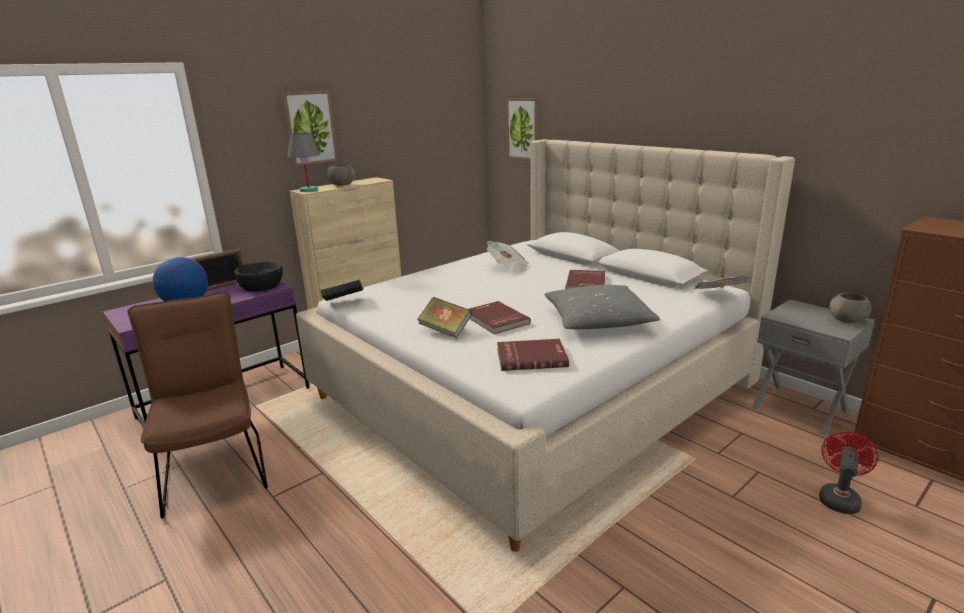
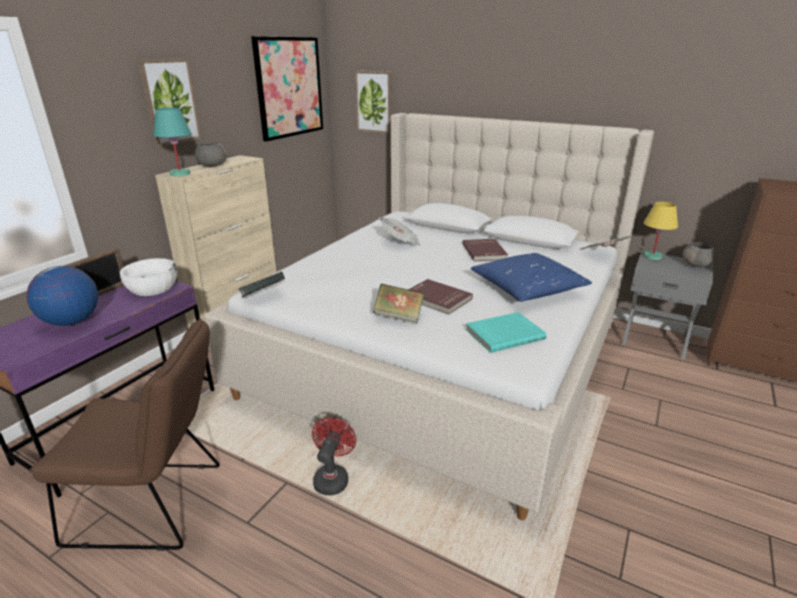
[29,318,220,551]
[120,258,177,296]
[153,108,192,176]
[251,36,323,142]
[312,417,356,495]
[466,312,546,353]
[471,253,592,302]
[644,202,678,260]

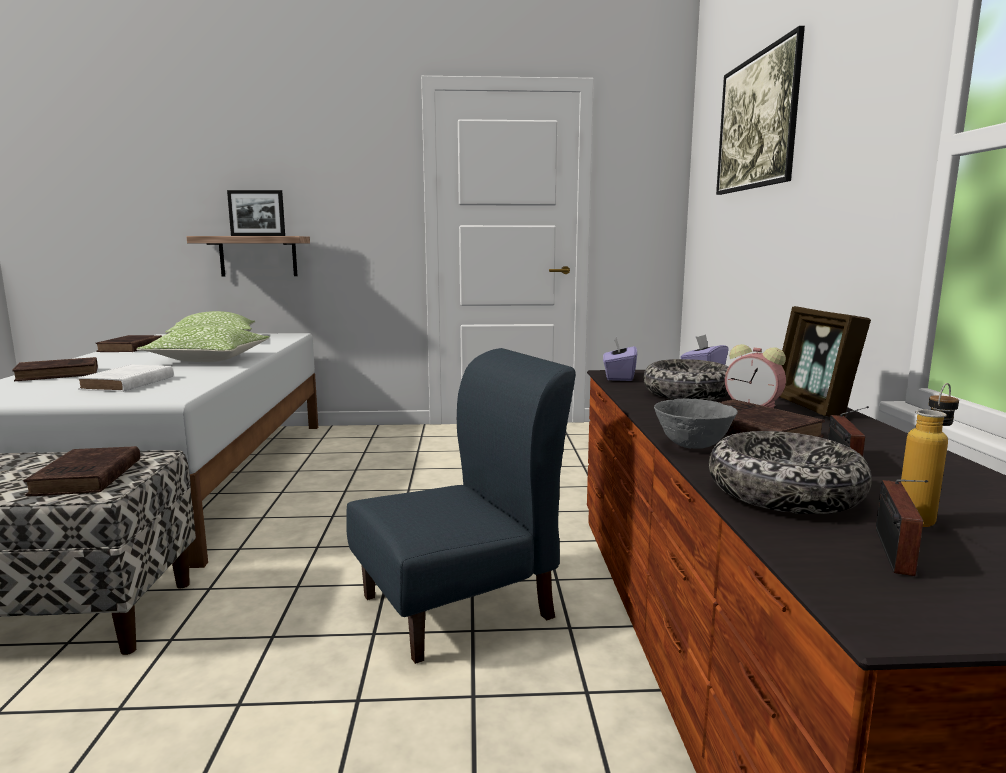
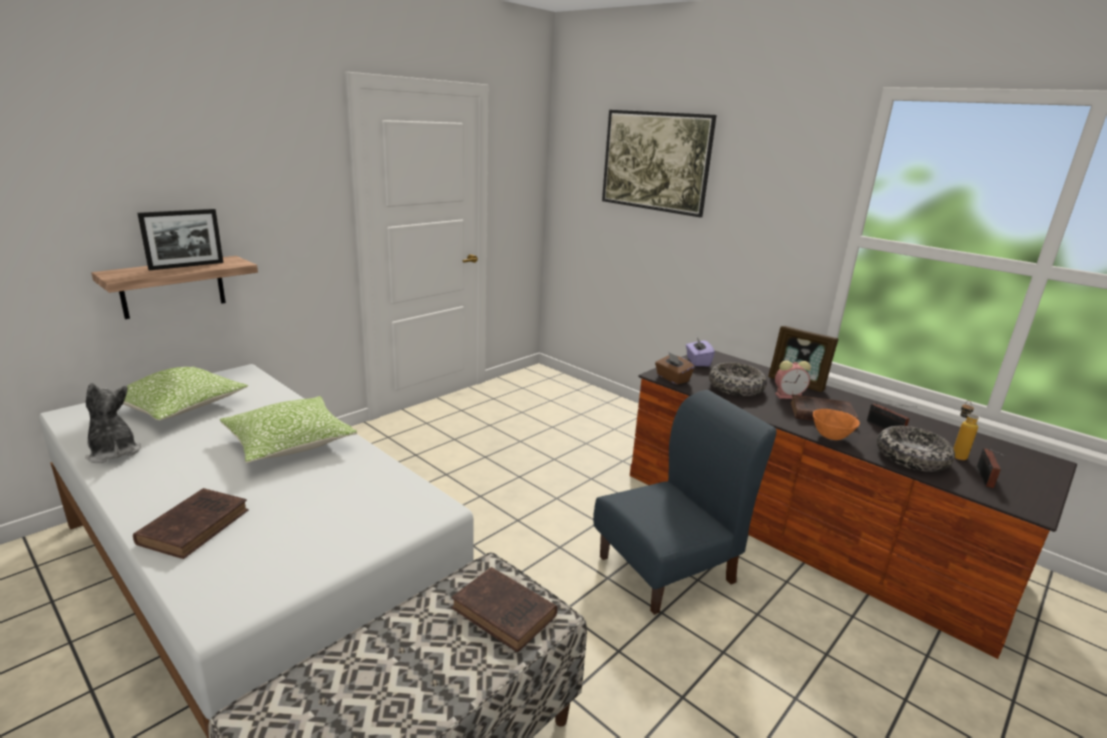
[85,383,141,463]
[593,390,776,615]
[655,352,695,385]
[813,409,860,440]
[977,448,1006,488]
[77,365,174,392] (first image)

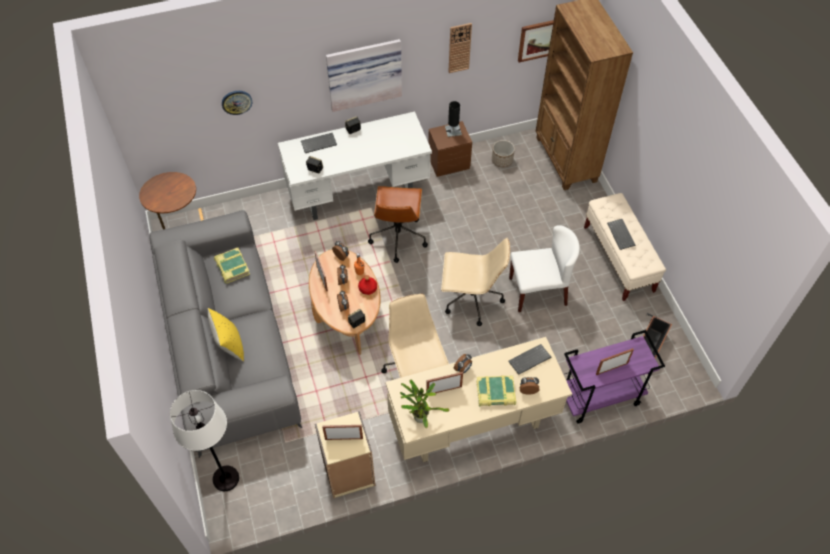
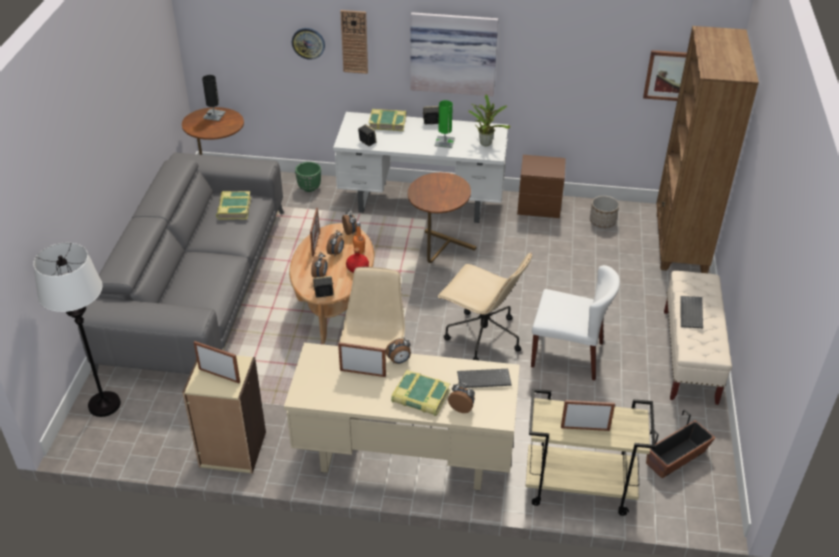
[202,75,226,121]
[295,162,321,192]
[340,10,368,74]
[369,109,406,131]
[408,172,476,263]
[434,100,455,148]
[468,94,510,146]
[526,389,655,516]
[208,308,244,361] (first image)

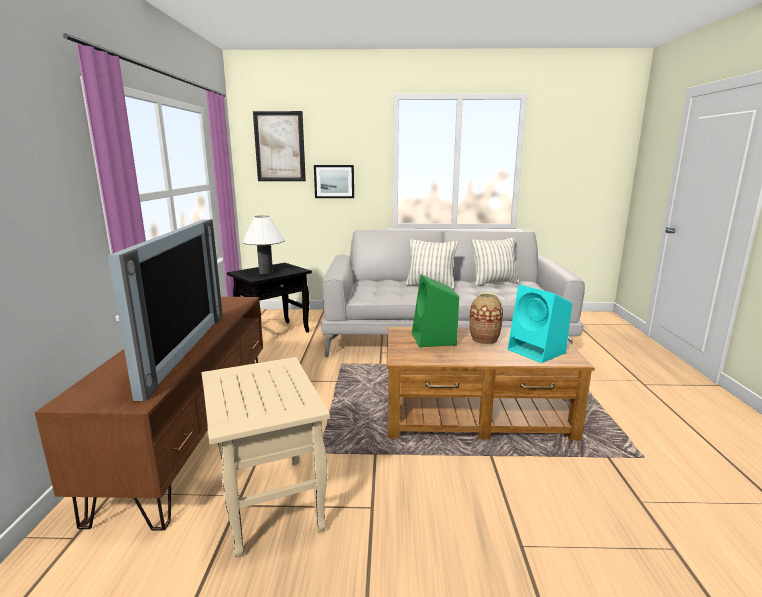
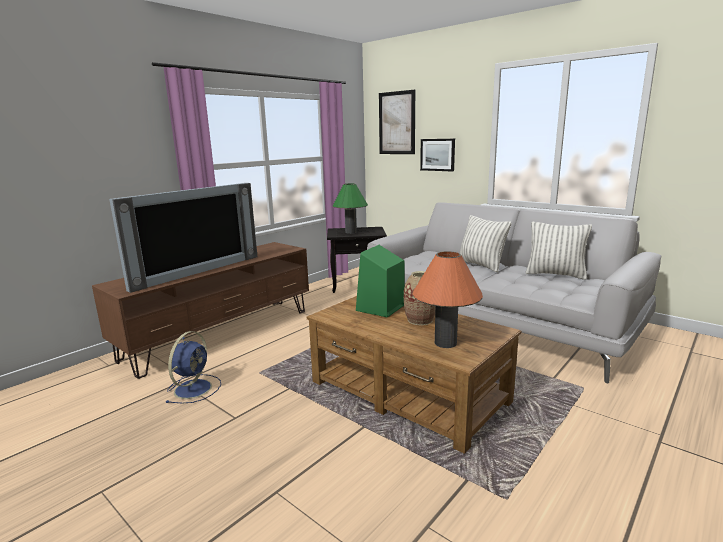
[166,331,221,403]
[333,183,368,234]
[413,251,483,348]

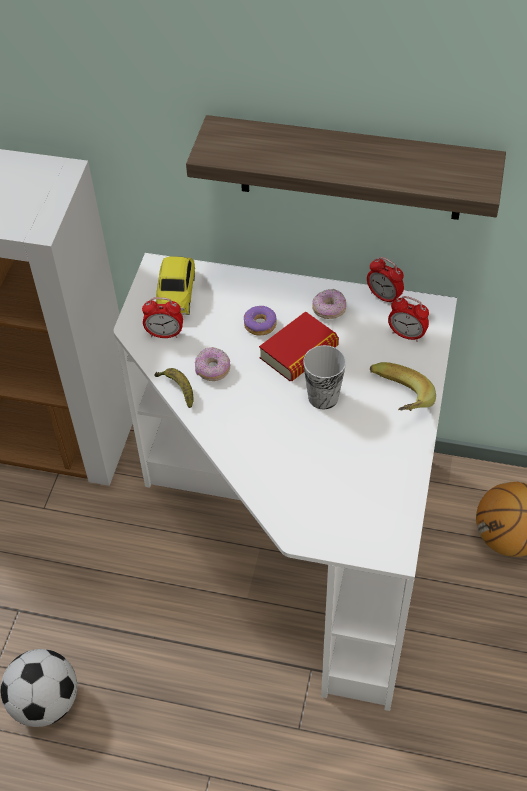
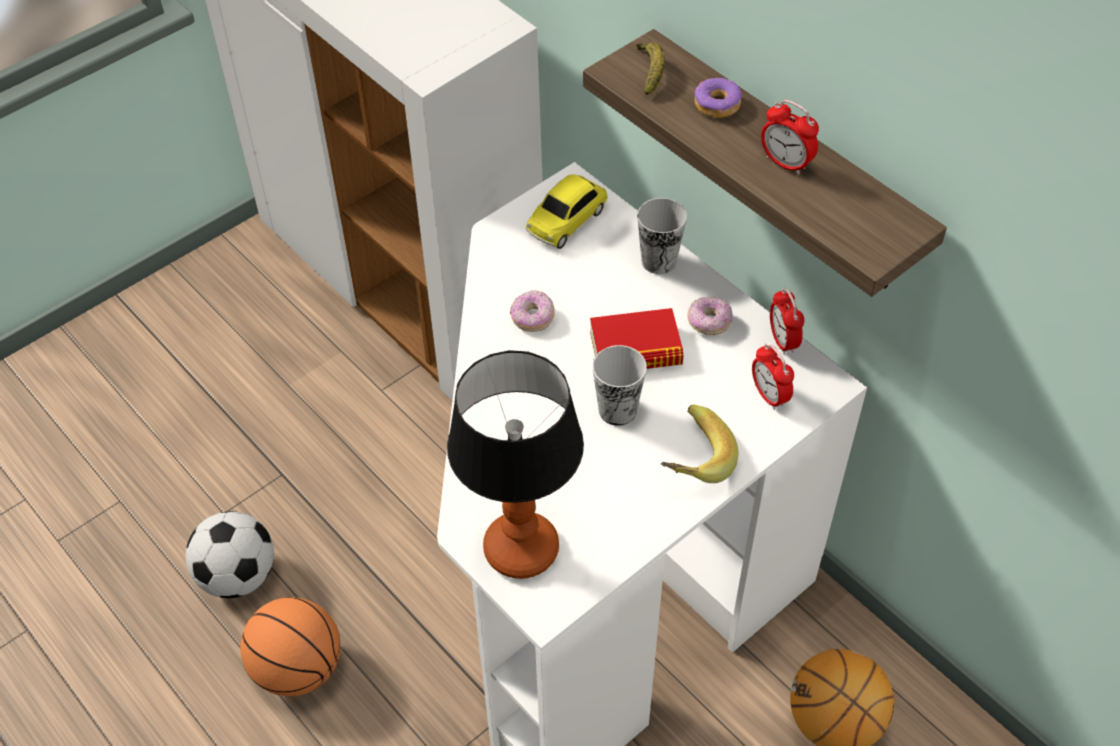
[240,597,341,696]
[447,350,584,579]
[636,42,665,95]
[637,198,687,274]
[695,78,742,118]
[761,100,819,175]

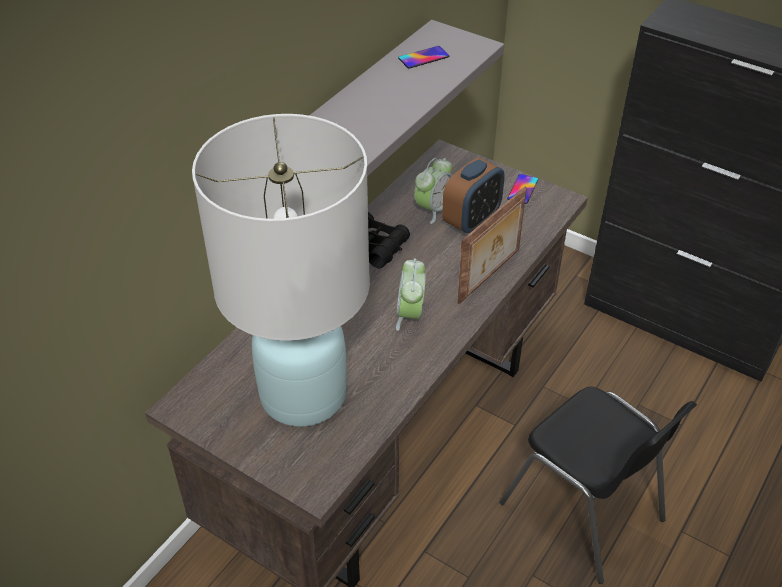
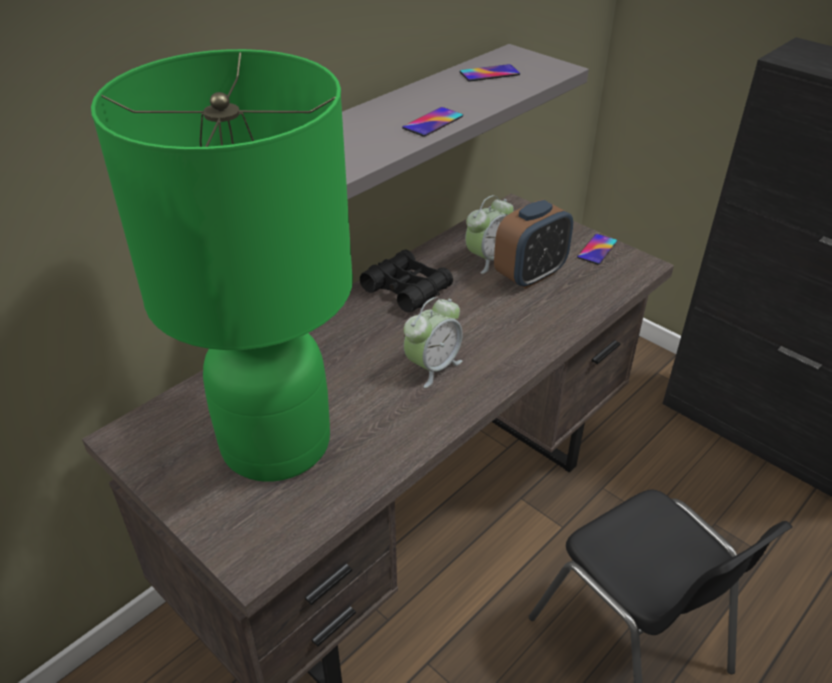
[91,49,353,482]
[402,107,463,137]
[404,297,463,388]
[457,187,527,304] (first image)

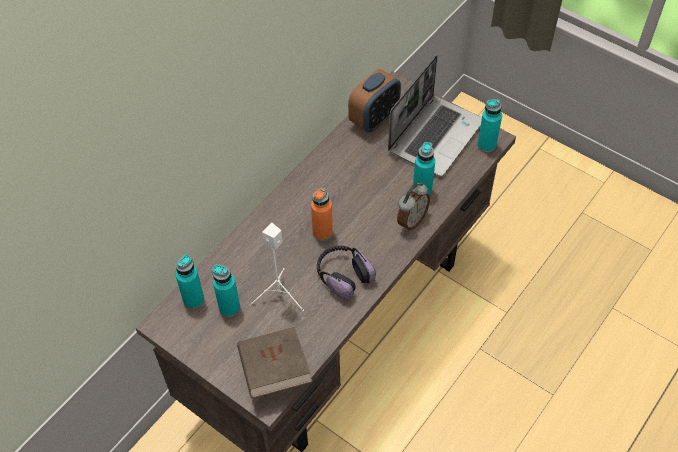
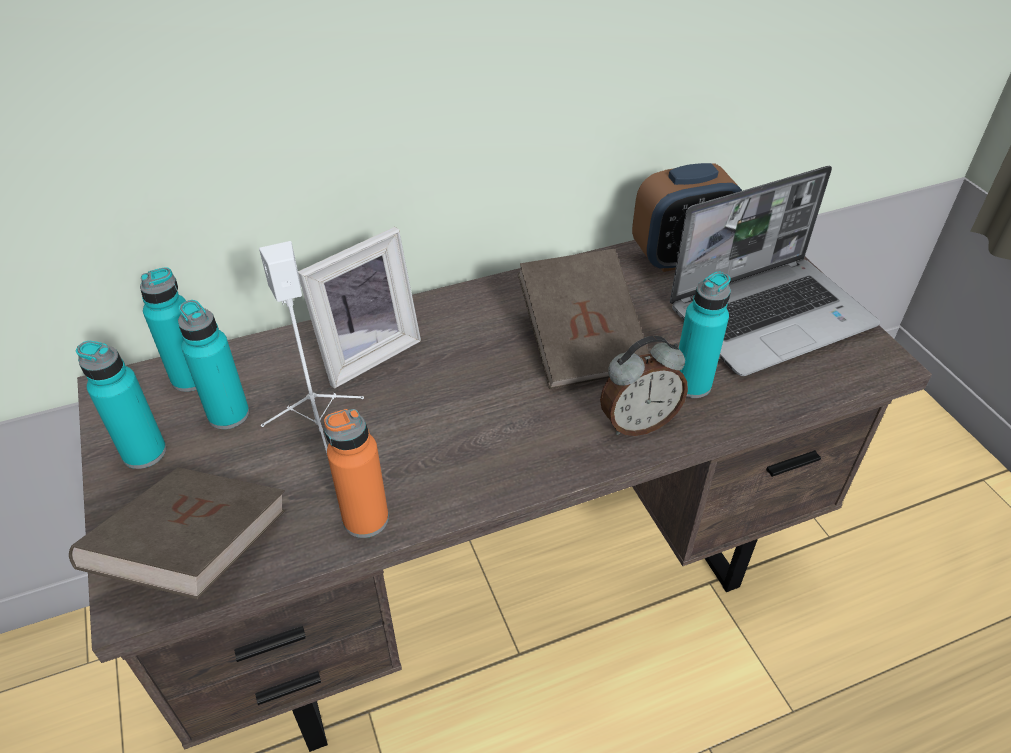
[76,341,166,469]
[298,227,421,388]
[324,409,389,538]
[517,249,649,389]
[317,246,376,301] (first image)

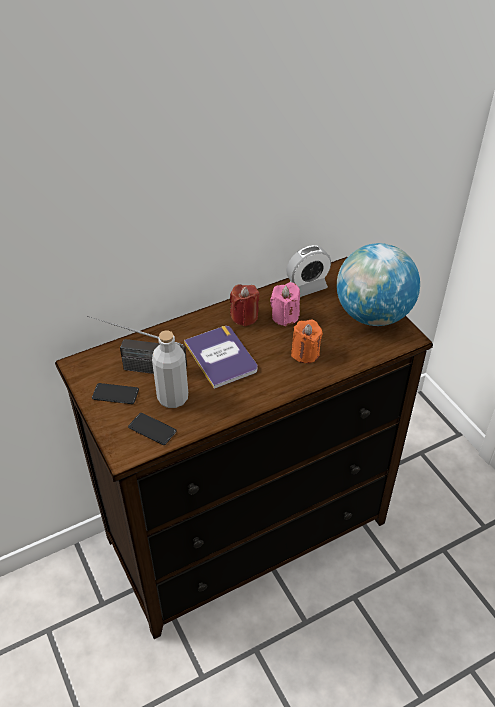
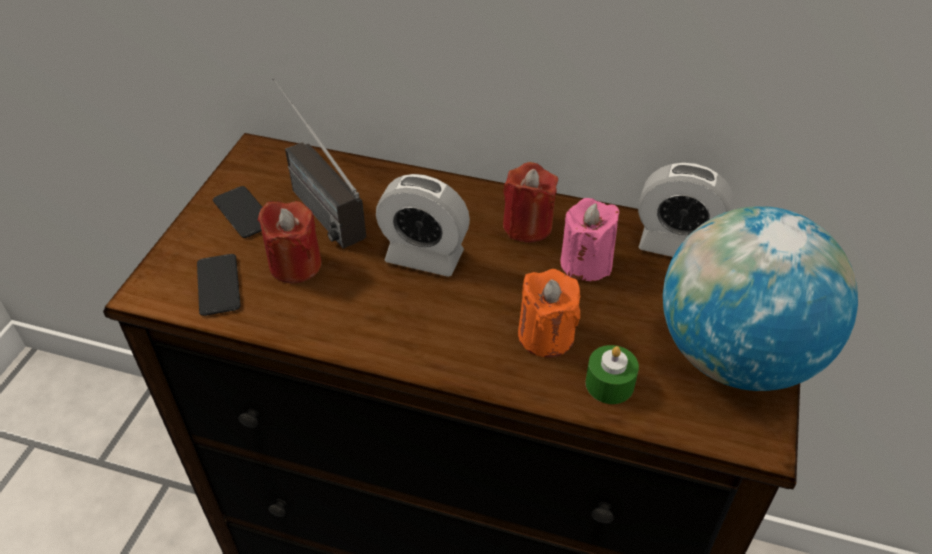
[258,201,322,284]
[376,174,470,277]
[585,345,639,404]

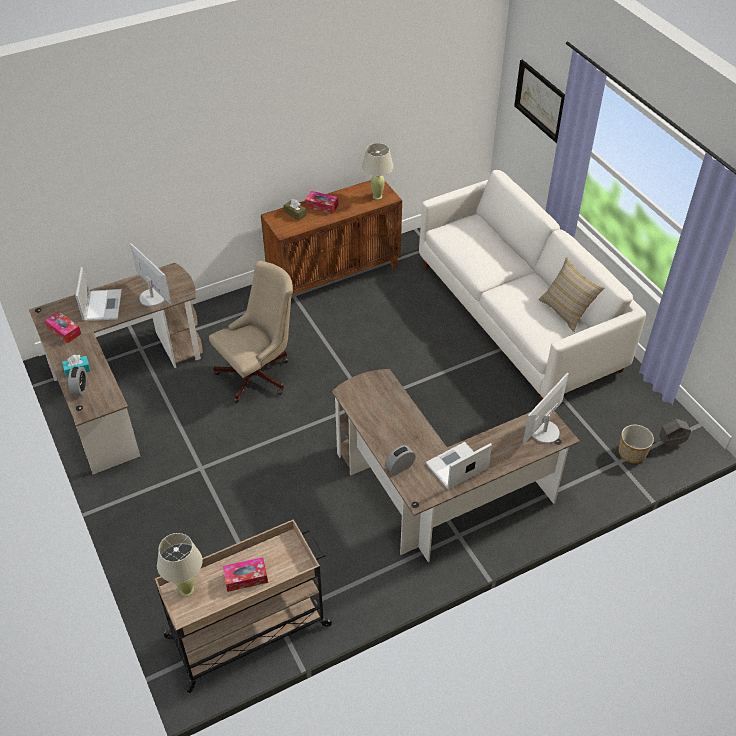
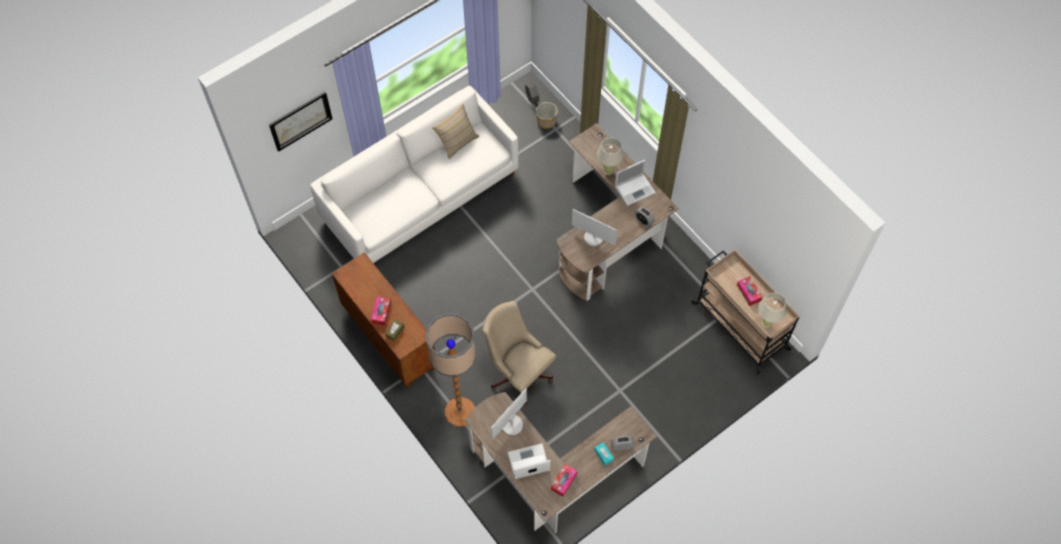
[426,313,476,427]
[572,209,617,246]
[597,138,623,175]
[615,160,656,206]

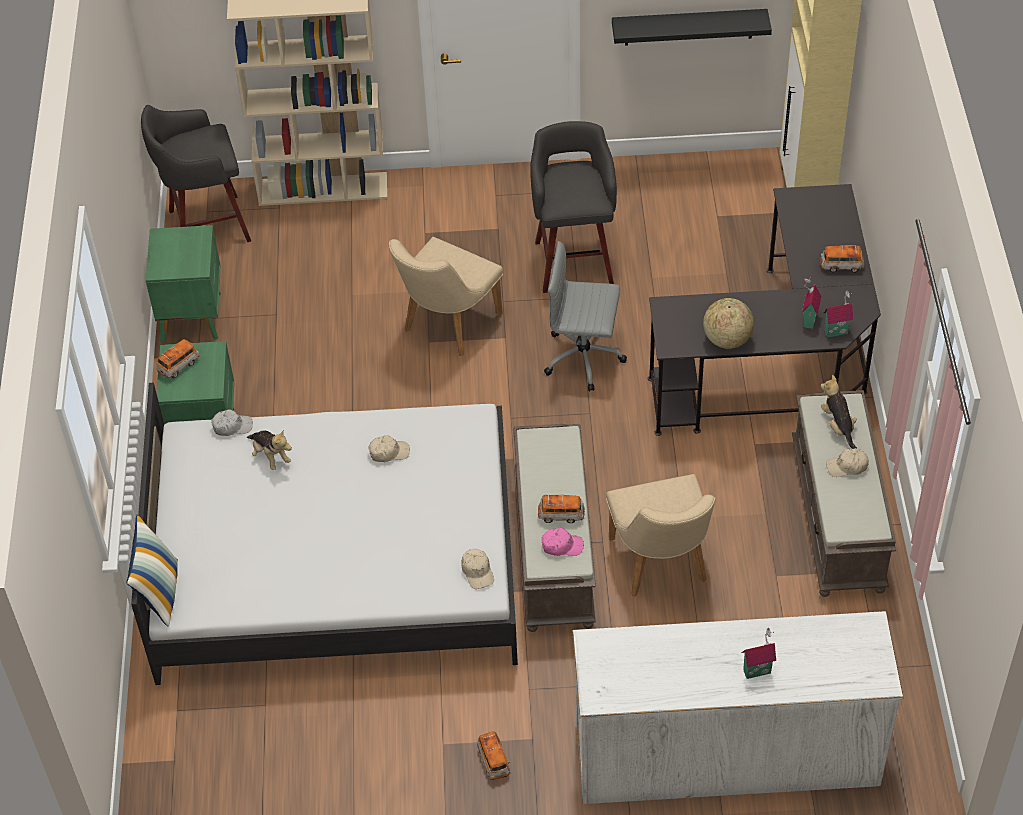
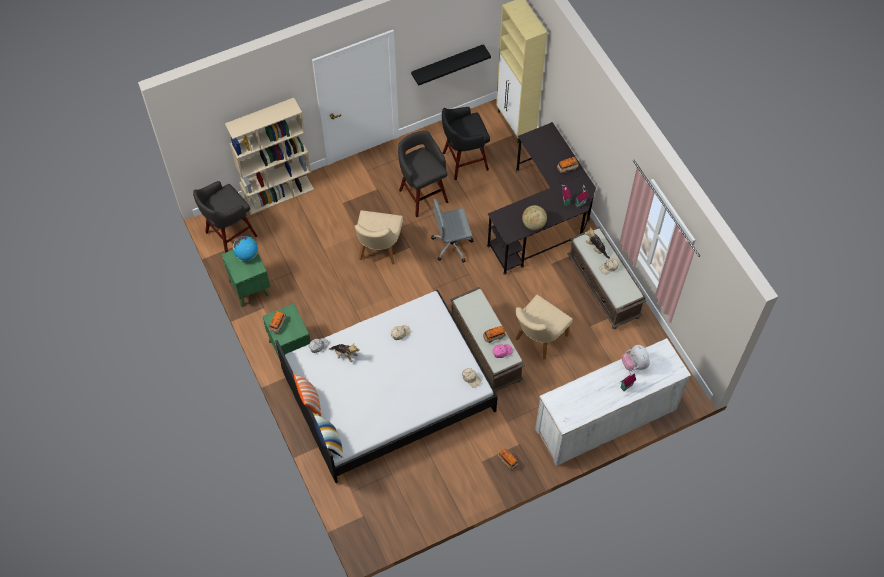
[233,236,258,261]
[293,372,321,416]
[442,107,490,180]
[516,295,573,360]
[622,345,650,370]

